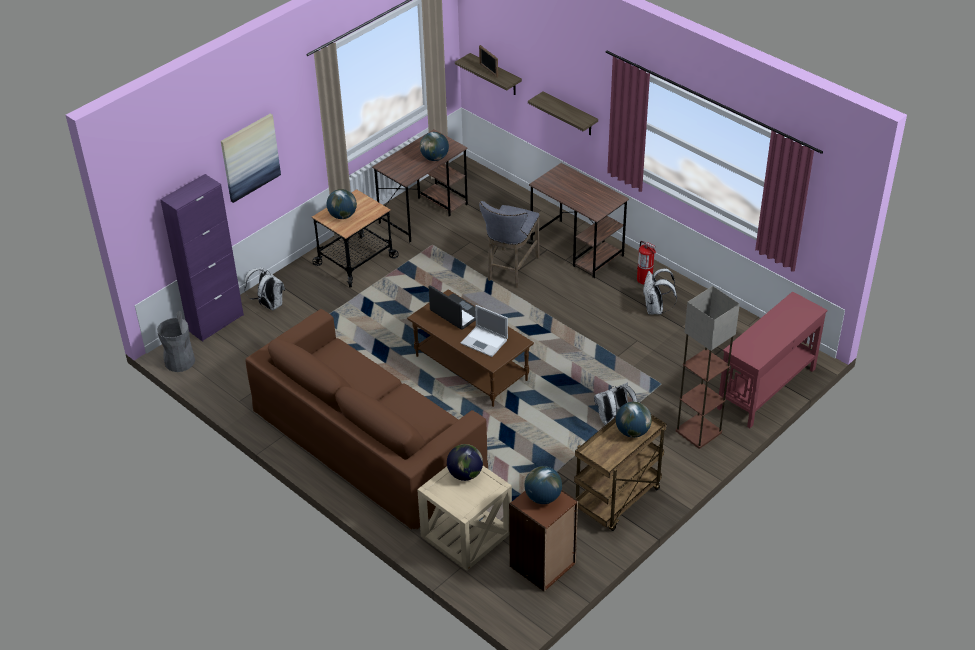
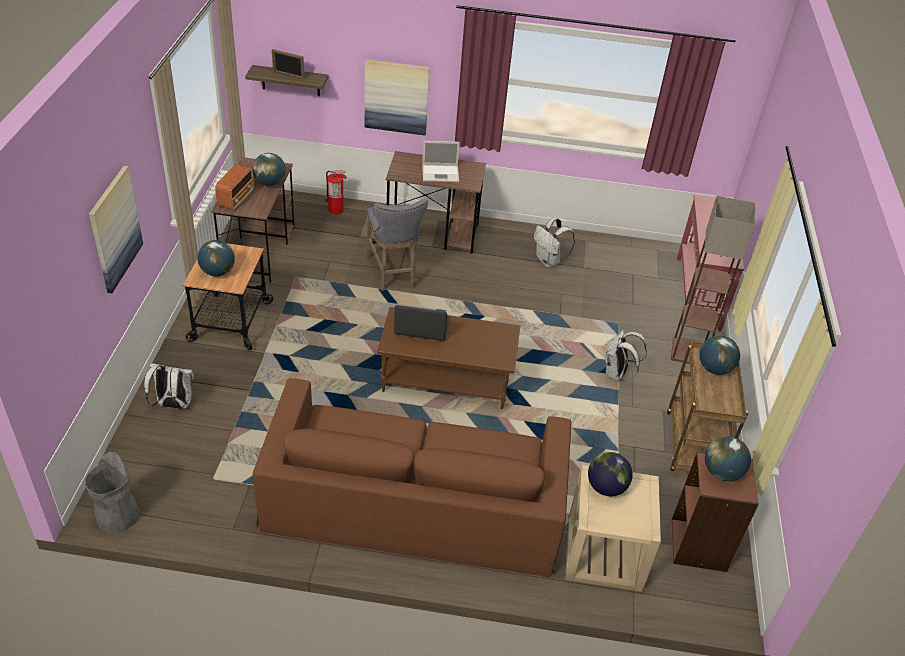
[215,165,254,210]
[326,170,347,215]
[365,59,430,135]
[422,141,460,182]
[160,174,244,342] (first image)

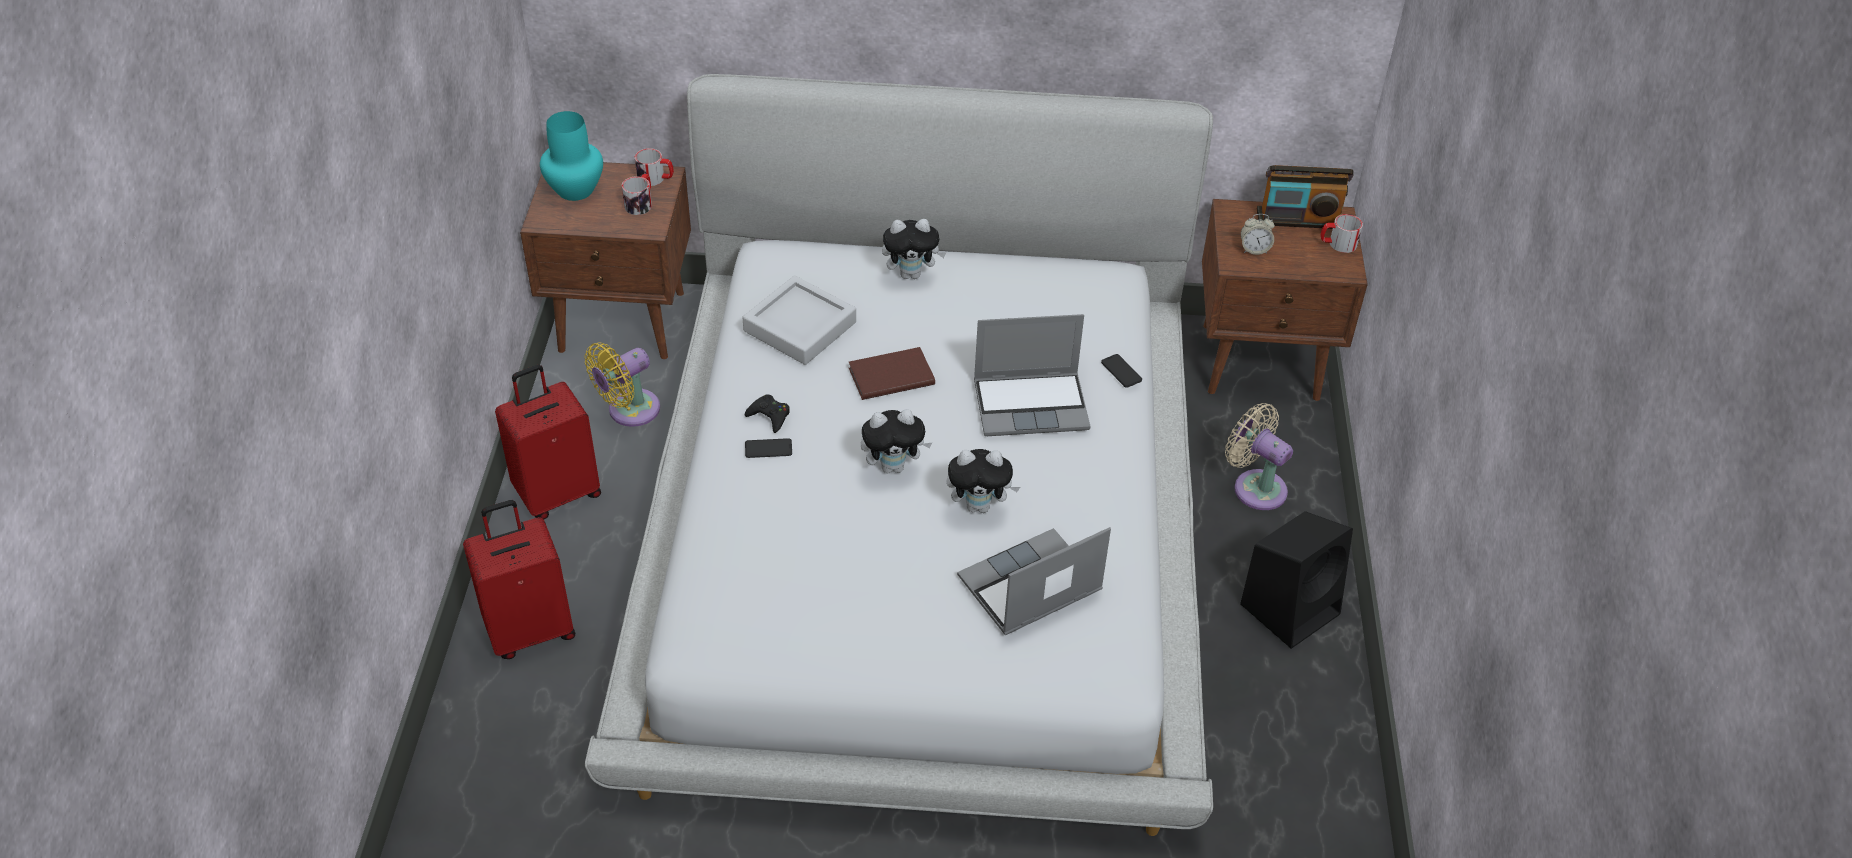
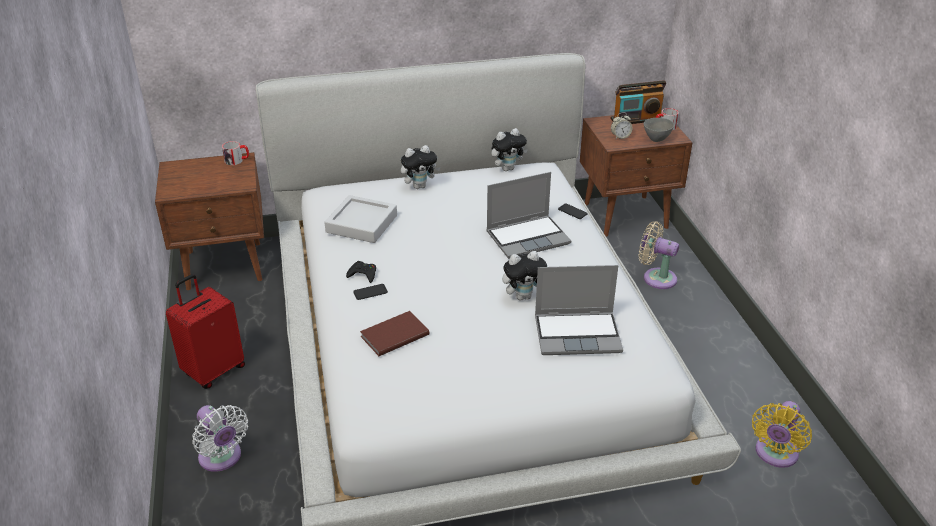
[192,405,248,472]
[360,311,429,356]
[491,128,528,171]
[535,265,623,355]
[644,118,674,142]
[752,401,812,468]
[540,111,603,201] (first image)
[622,174,652,215] (first image)
[1240,511,1353,649] (first image)

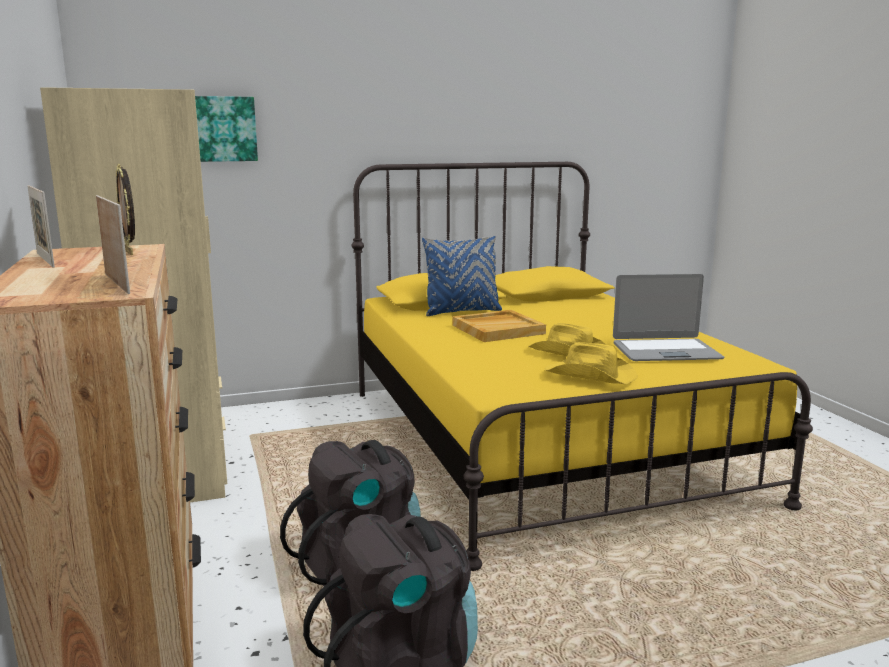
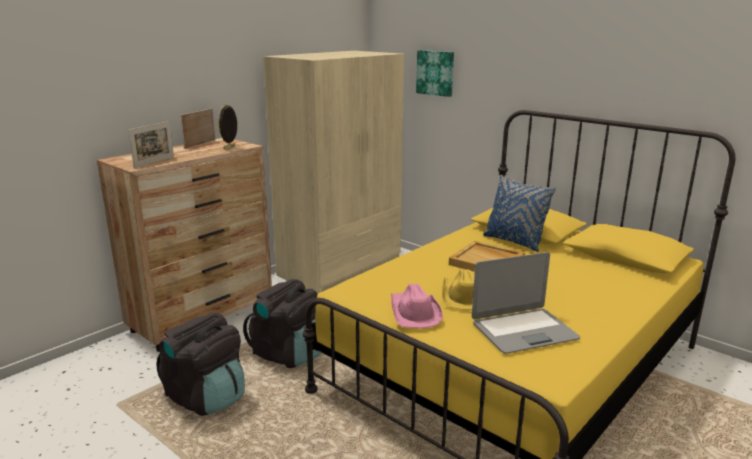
[391,283,443,328]
[472,252,581,354]

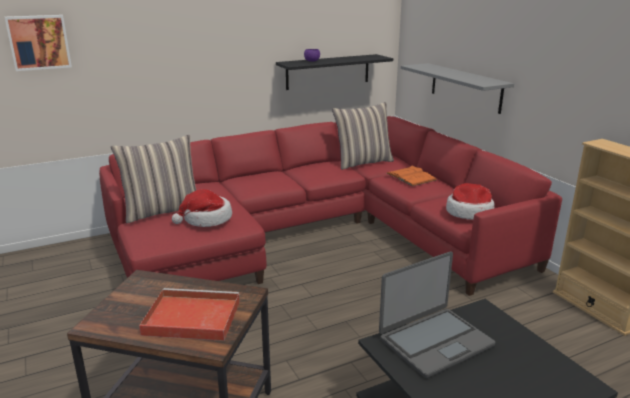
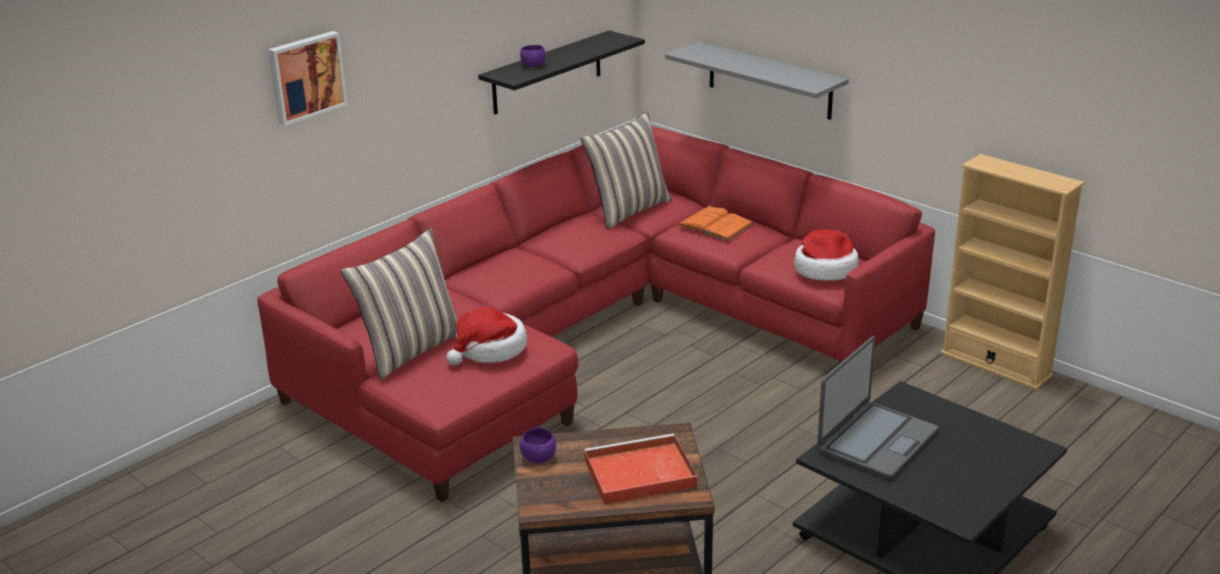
[268,31,348,126]
[520,427,556,463]

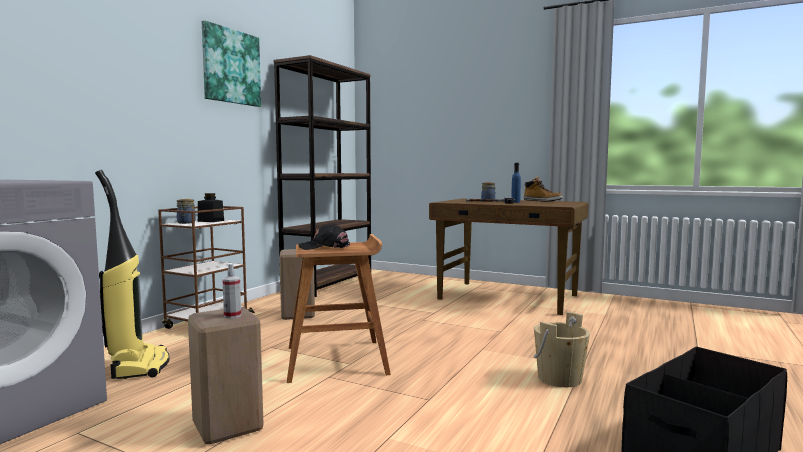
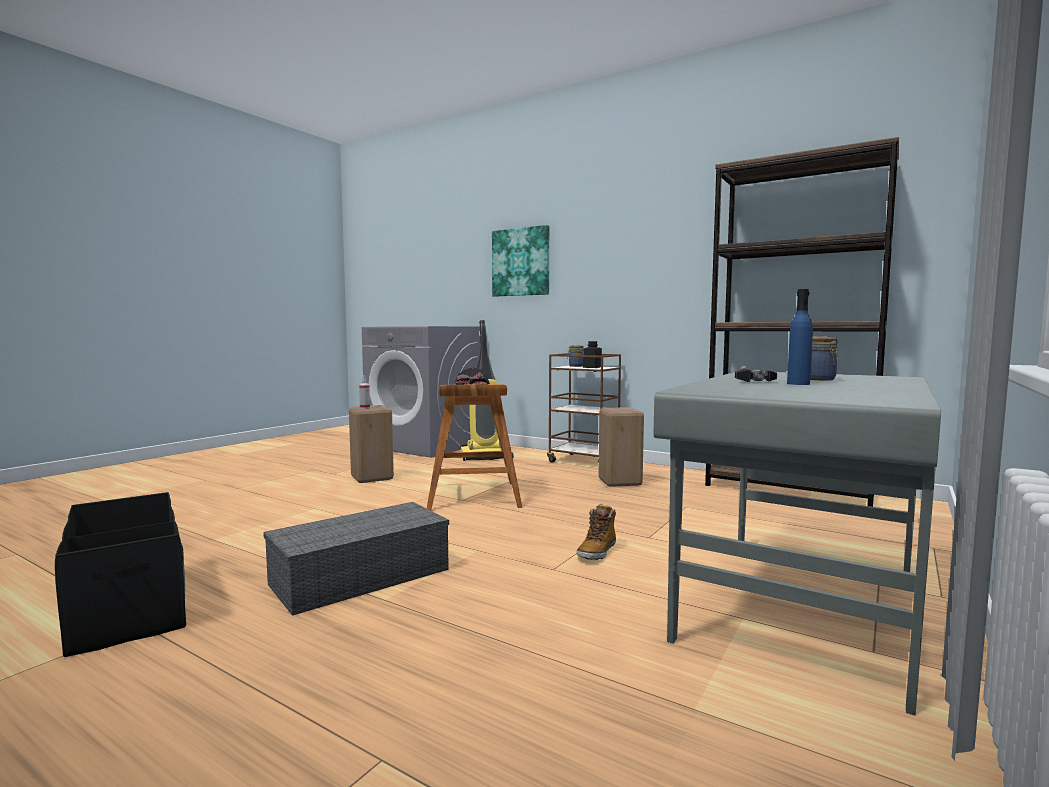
[263,502,449,616]
[492,225,549,297]
[577,504,616,560]
[653,372,941,716]

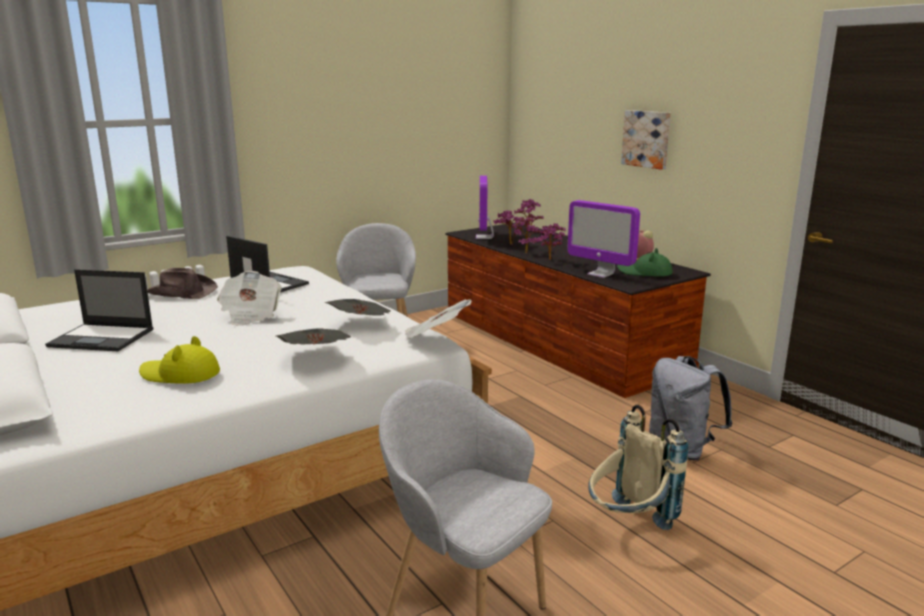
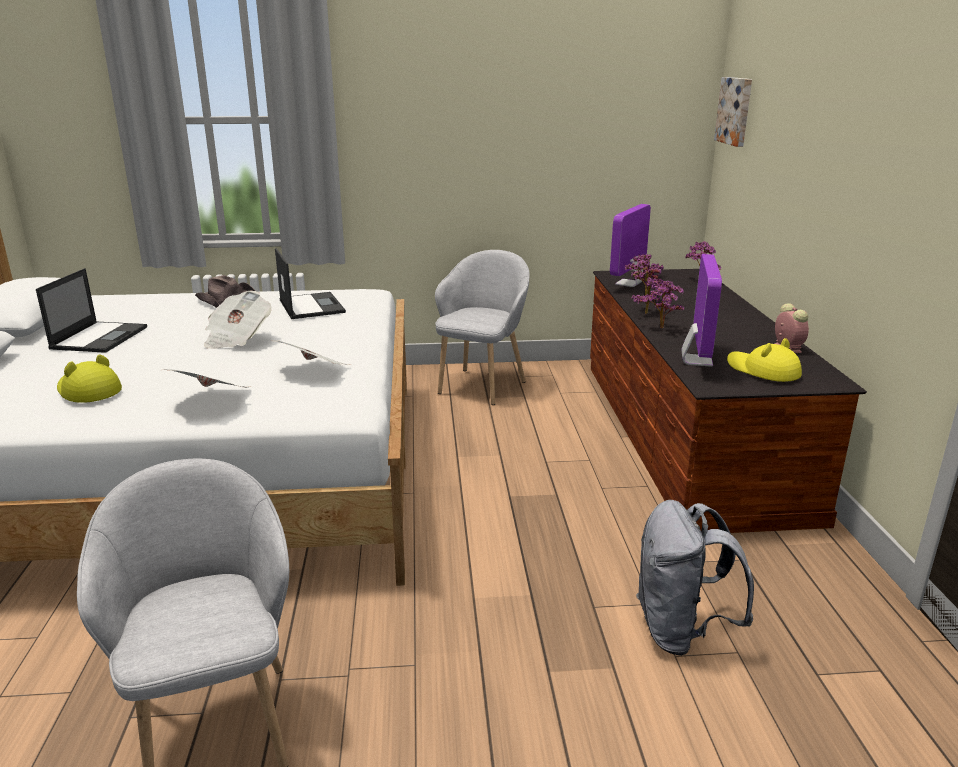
[36,268,147,353]
[682,254,722,367]
[714,77,752,147]
[727,338,802,382]
[405,299,472,340] (first image)
[588,405,688,530] (first image)

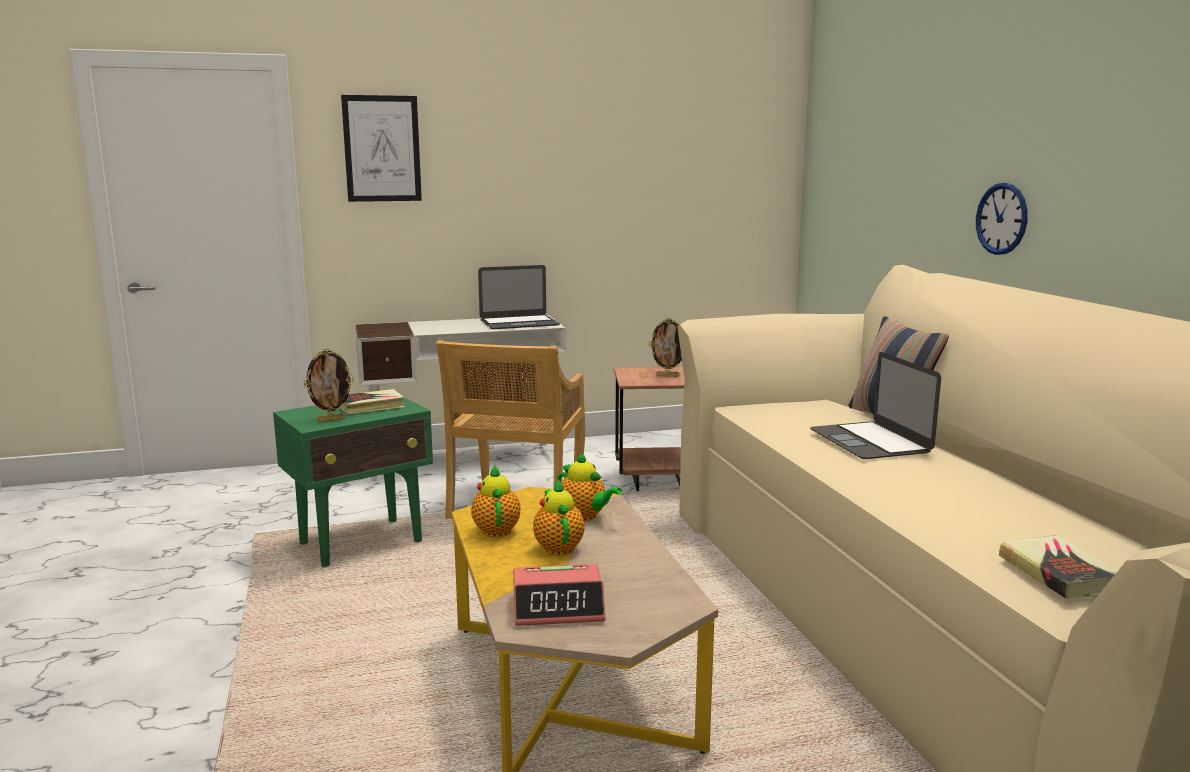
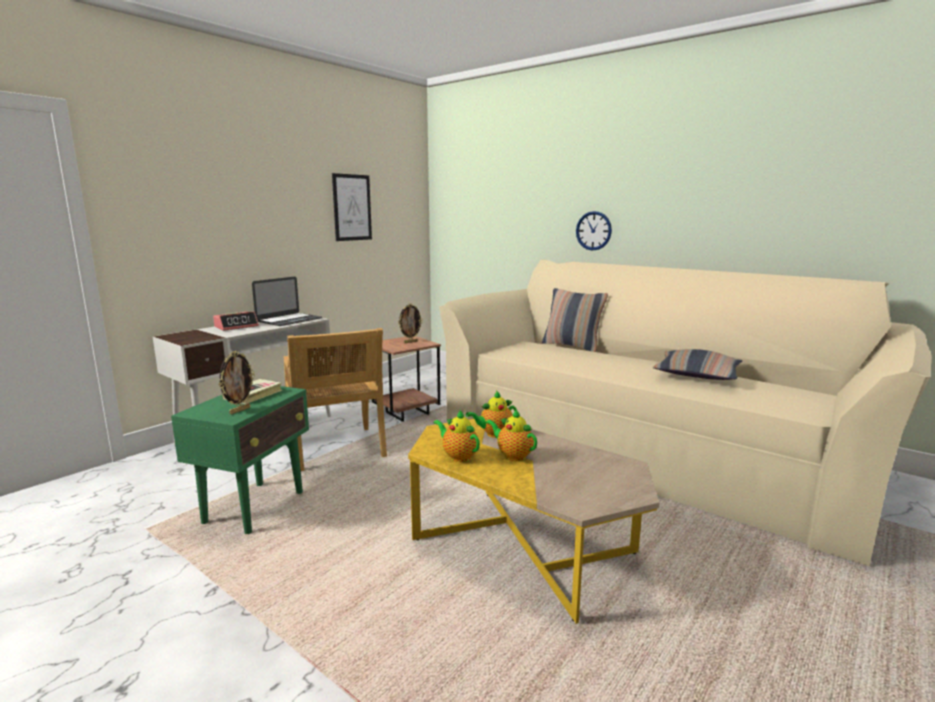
[213,312,259,331]
[332,173,372,241]
[466,391,517,438]
[653,349,742,380]
[810,352,941,459] (first image)
[999,535,1118,599] (first image)

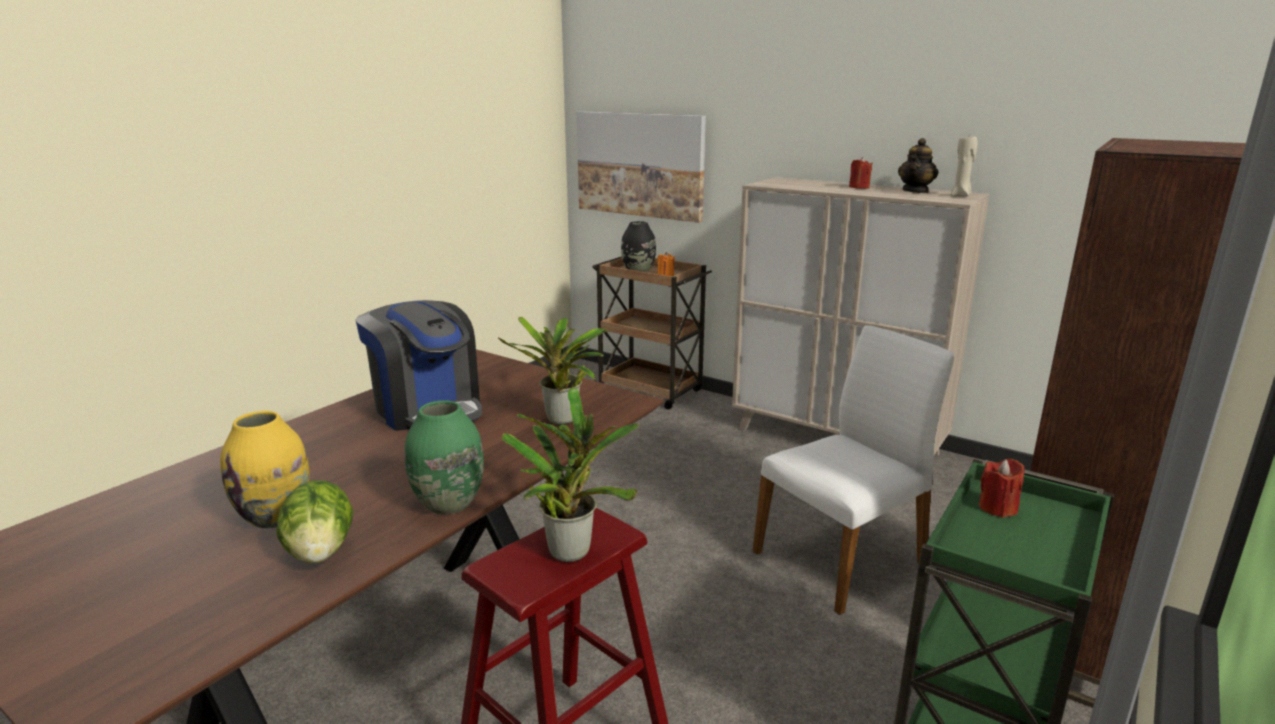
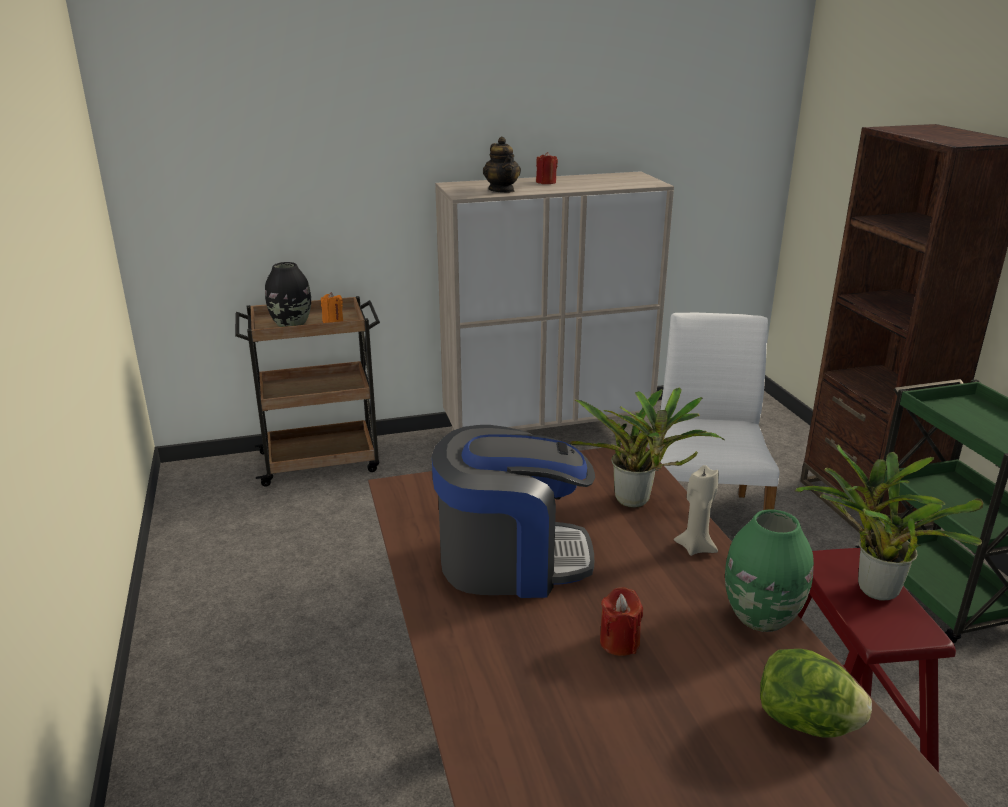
[483,137,521,193]
[600,587,643,656]
[674,465,719,556]
[220,411,310,529] (first image)
[577,111,706,223] (first image)

